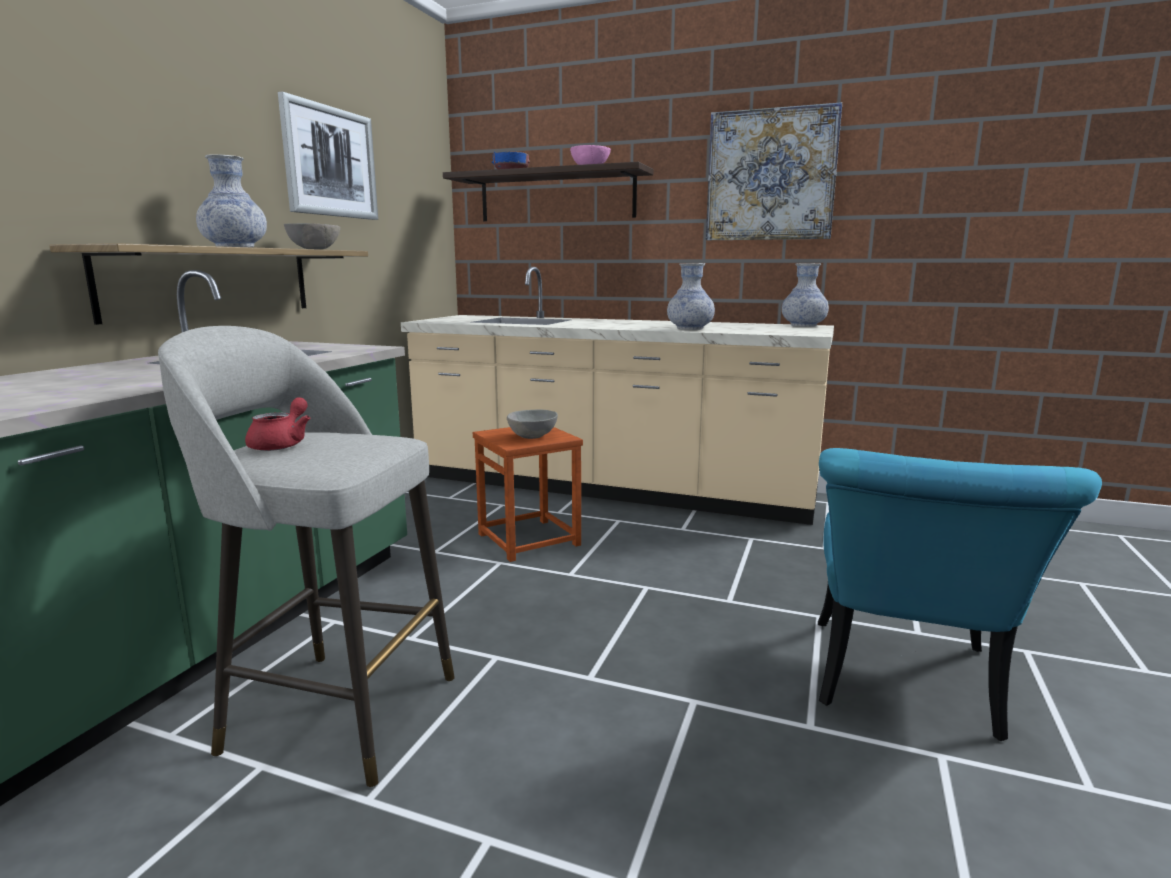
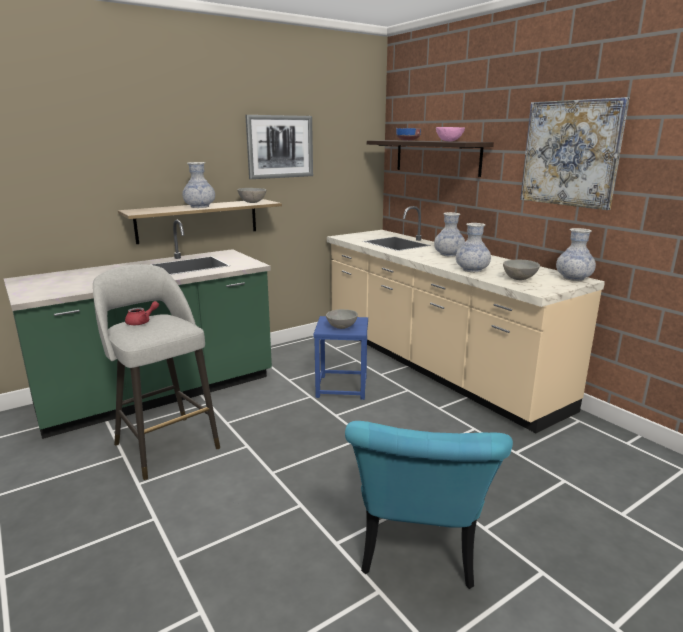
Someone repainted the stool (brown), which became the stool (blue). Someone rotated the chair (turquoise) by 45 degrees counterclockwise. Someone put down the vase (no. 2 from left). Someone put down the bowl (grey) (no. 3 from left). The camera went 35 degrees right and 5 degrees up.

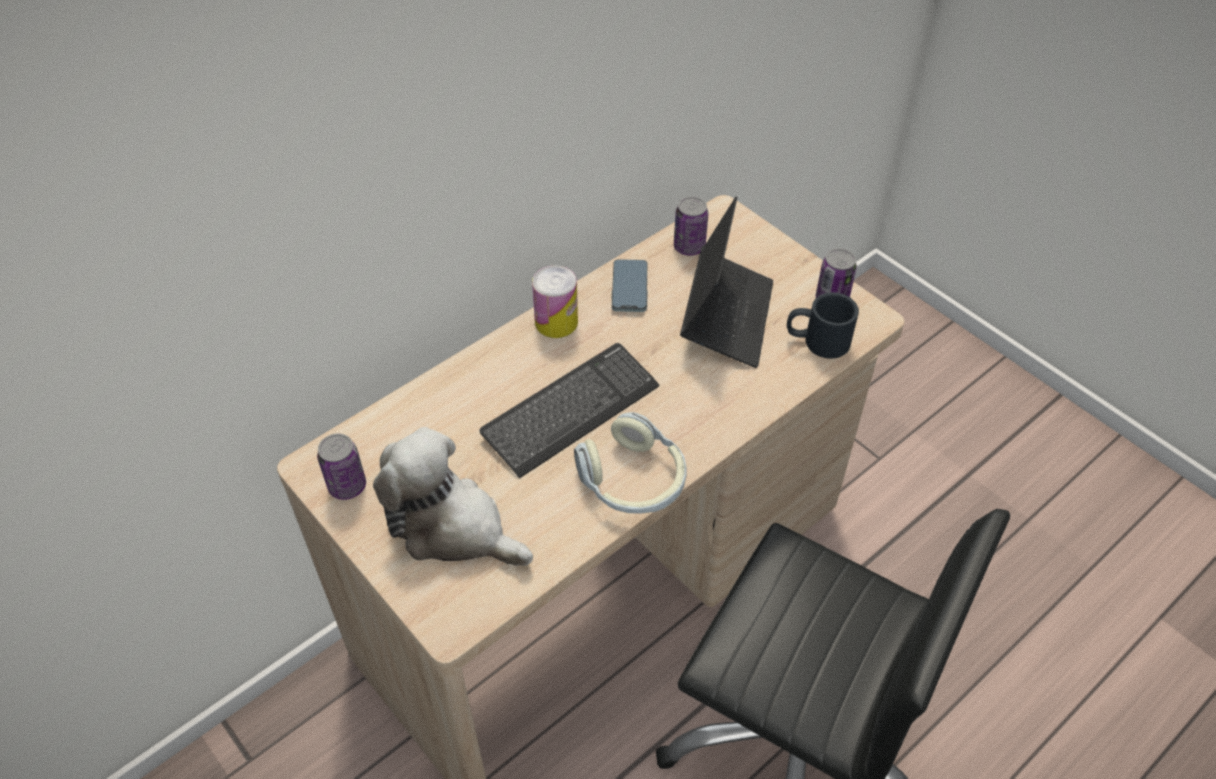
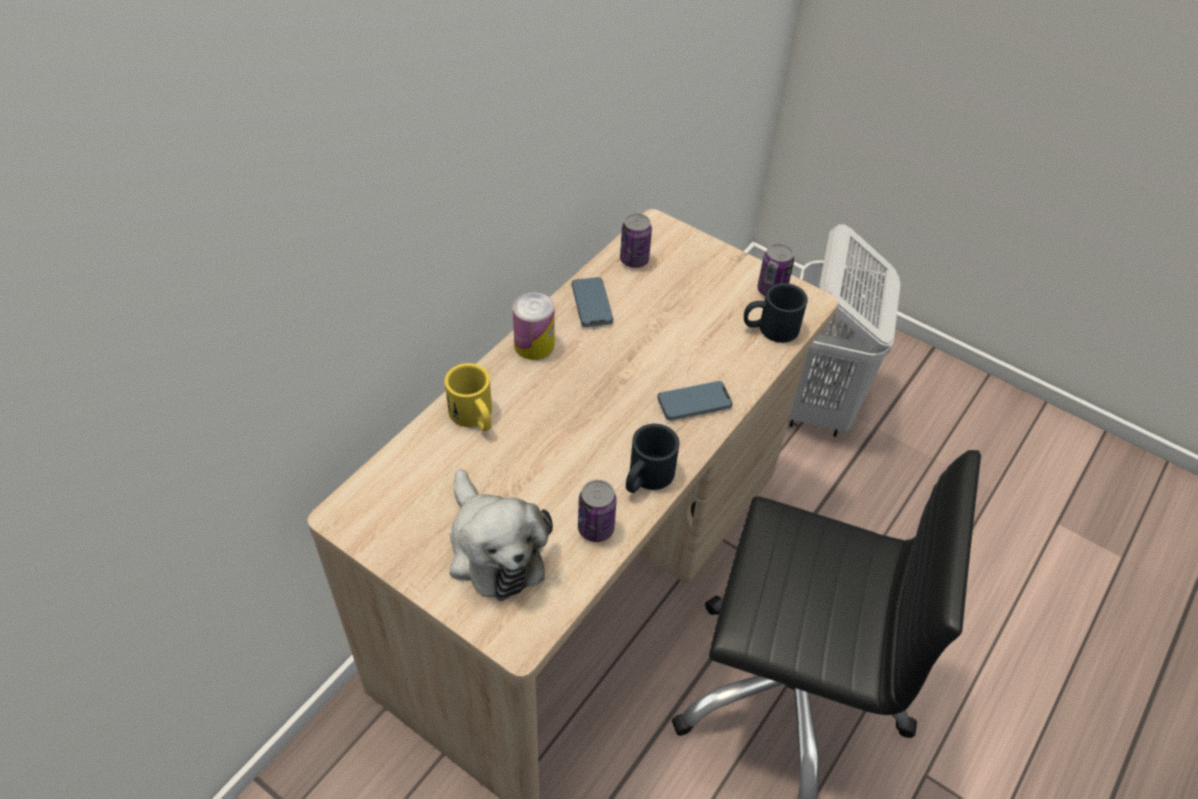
Someone took away the laptop. Someone took away the keyboard. Someone swapped the headphones for the mug (black) (no. 1 from left). Someone rotated the plush toy by 135 degrees counterclockwise. Someone carried the can (no. 1 from left in the first image). Someone put down the laundry basket (white). Someone put down the mug (yellow). Someone put down the phone (no. 2 from left). The camera went 15 degrees left and 0 degrees up.

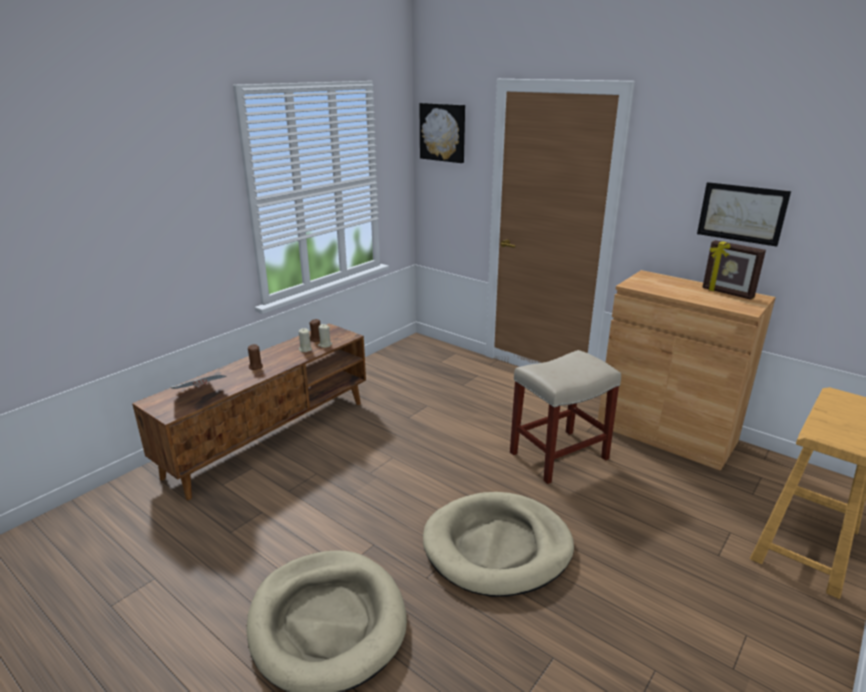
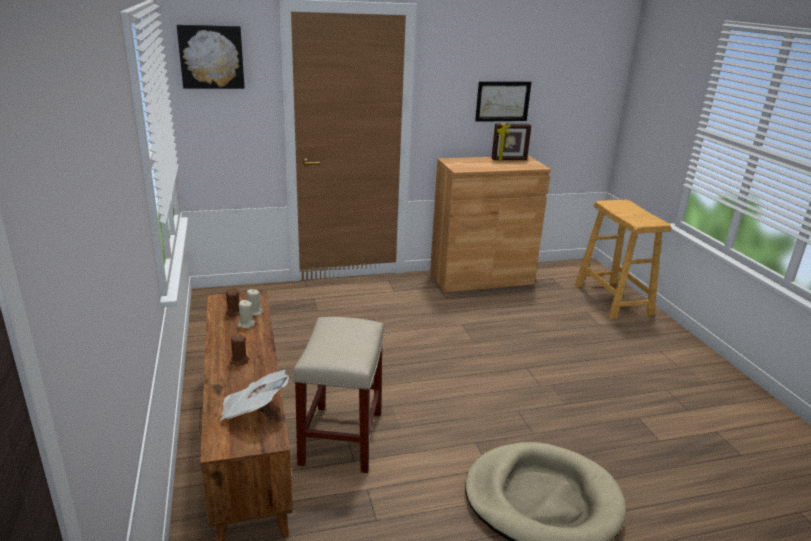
Someone carried the stool (beige) (no. 1 from left). Someone took away the dog bed (beige) (no. 2 from left). The camera went 55 degrees left and 0 degrees up.

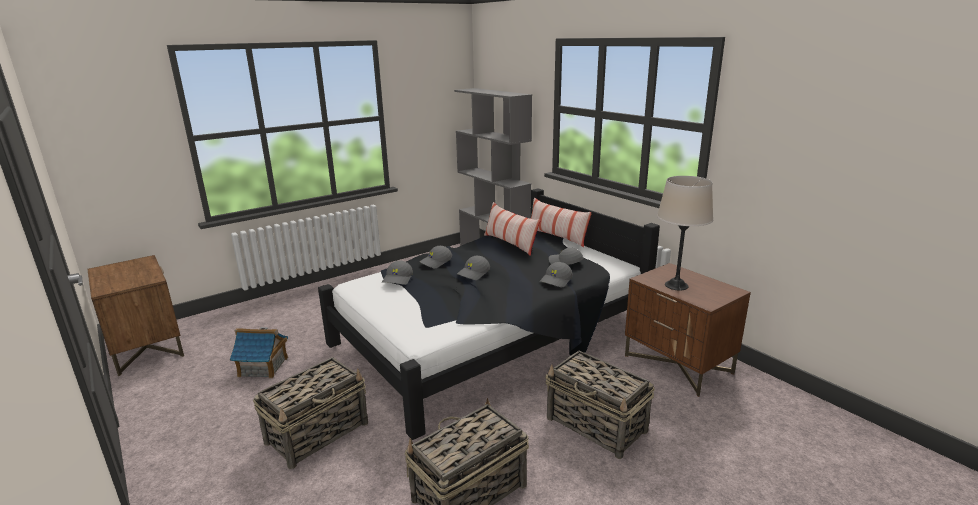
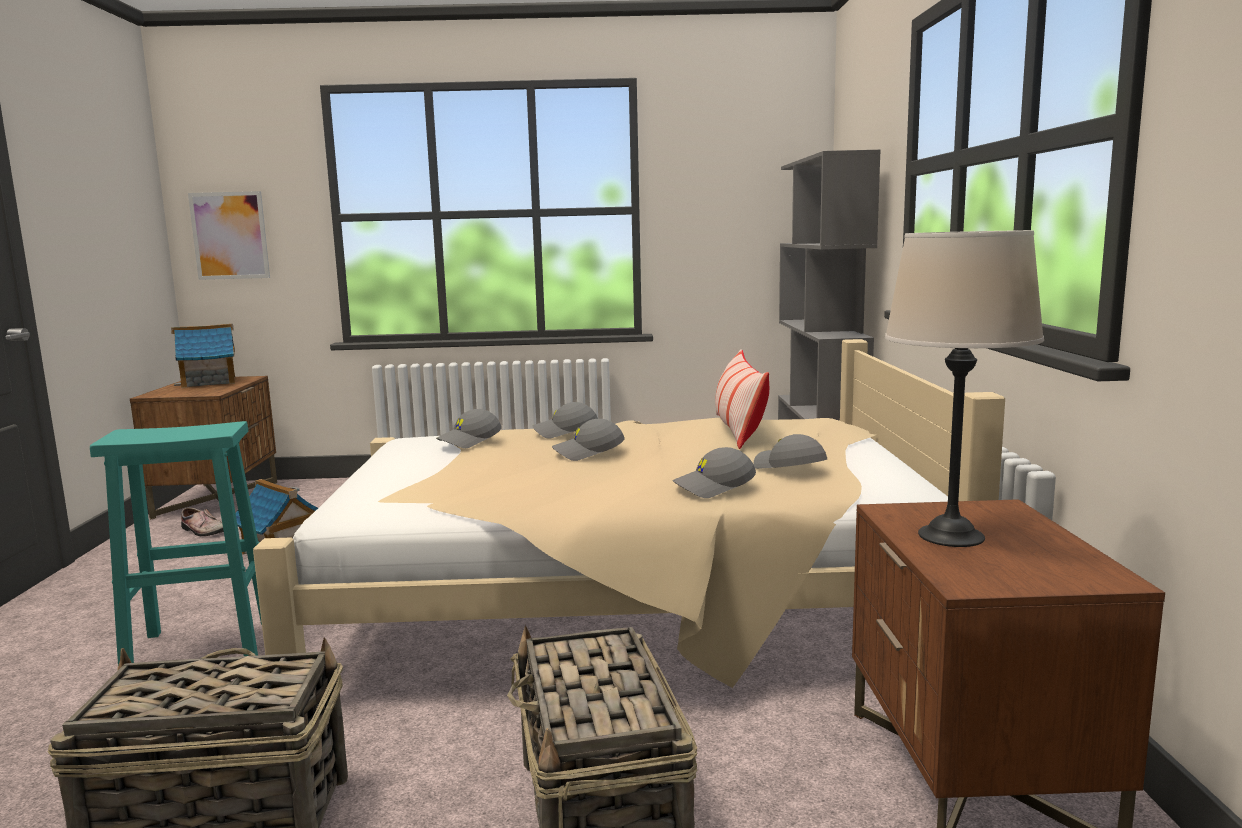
Someone repainted the bed (black), which became the bed (beige). Someone took away the pillow (no. 2 from left). Someone swapped the basket (no. 1 from left) for the stool (turquoise). Someone put up the picture. Someone put down the toy house (no. 1 from left). Someone put down the shoe. The camera went 35 degrees right and 10 degrees down.

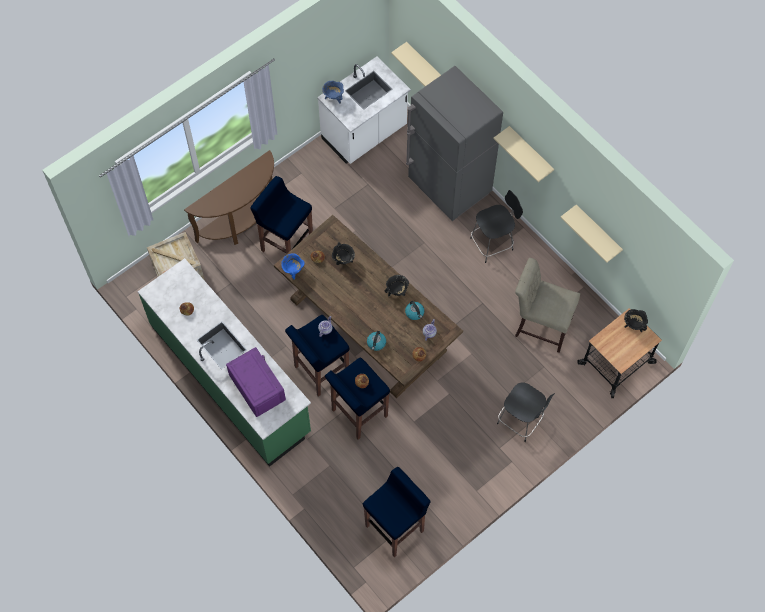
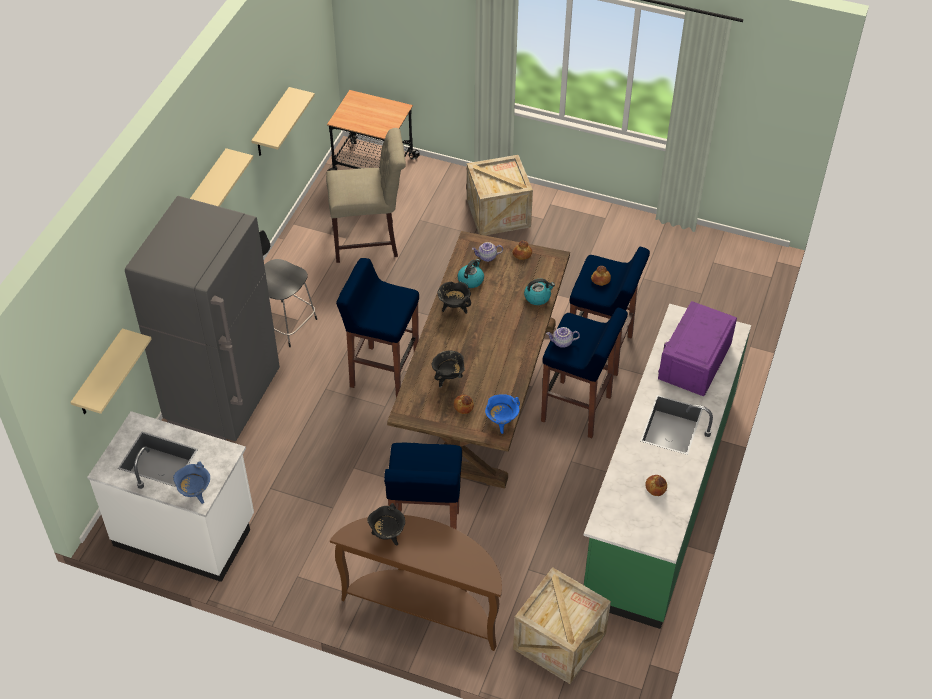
Someone rotated the chair (beige) by 90 degrees counterclockwise. Someone carried the cooking pot (black) (no. 3 from left in the first image). Someone swapped the chair (black) (no. 2 from left) for the crate (no. 1 from left). Someone carried the stool (blue) (no. 4 from left in the first image). The camera went 120 degrees left and 15 degrees down.

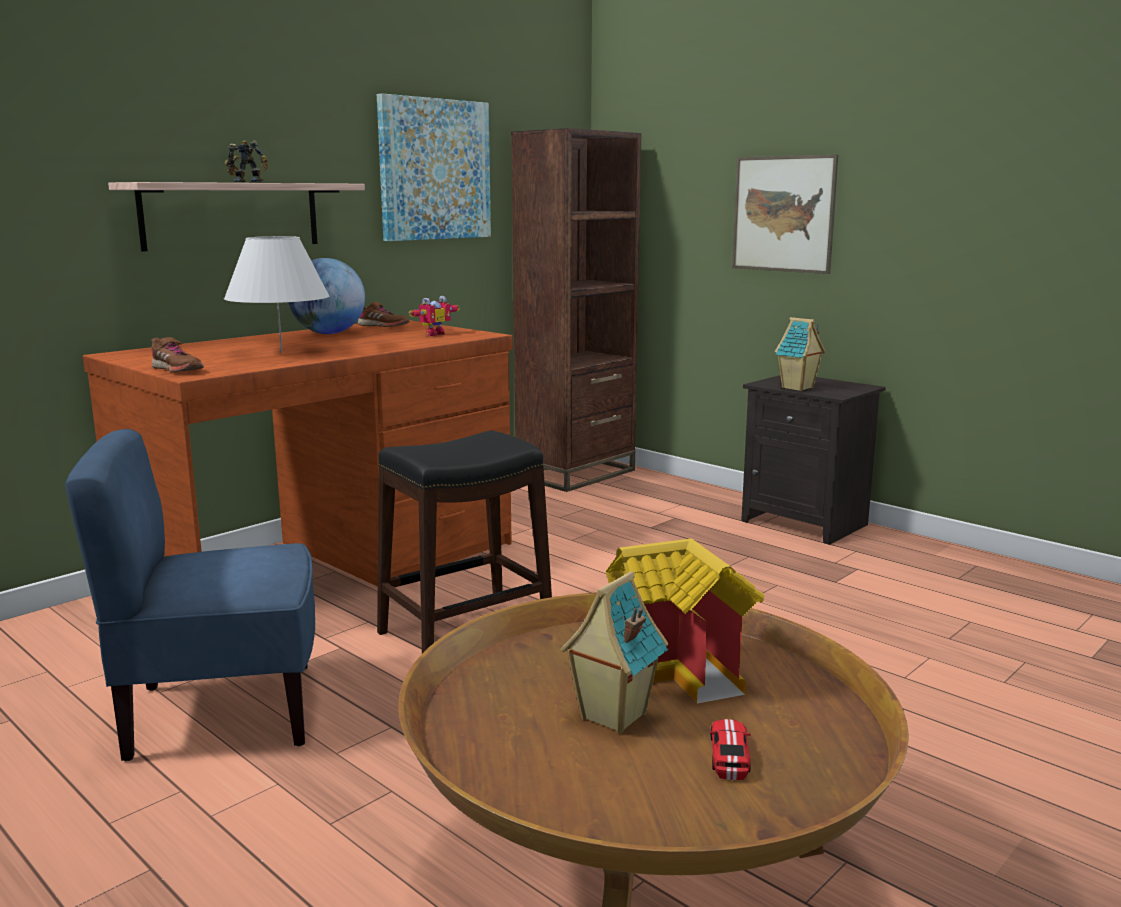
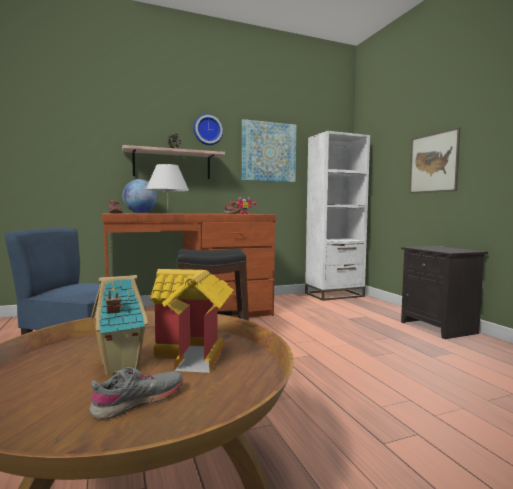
Someone repainted the bookcase (brown), which became the bookcase (white). Someone carried the globe. Someone took away the toy house (no. 3 from left). Someone swapped the toy car for the shoe (grey). Someone put up the wall clock. The camera went 25 degrees right and 10 degrees down.

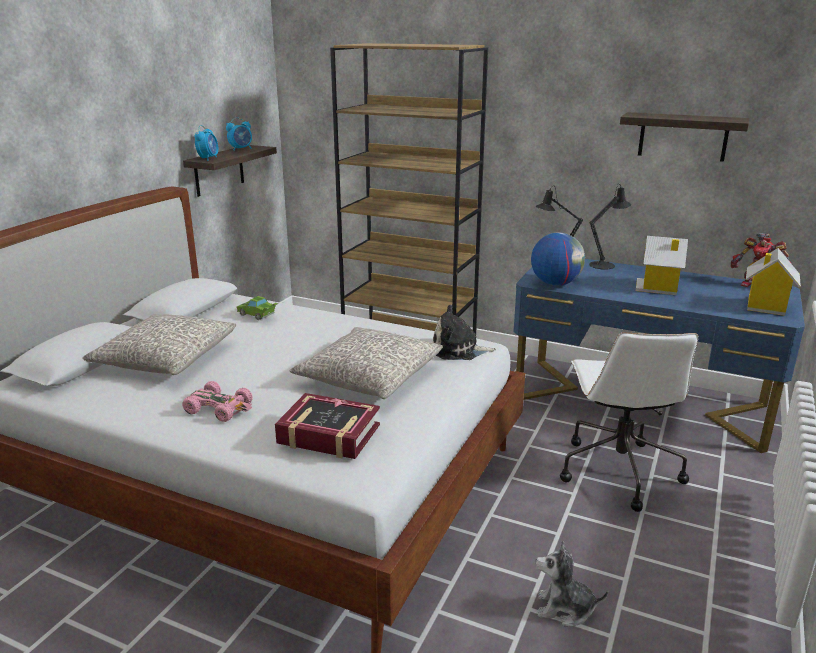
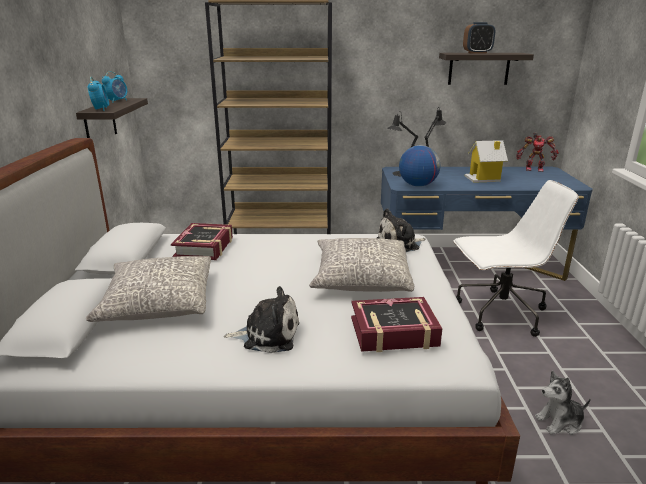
Someone took away the toy house (no. 2 from left). Someone swapped the toy car (green) for the book (no. 1 from left). Someone rotated the office chair (white) by 75 degrees counterclockwise. Someone swapped the toy car (pink) for the plush toy (no. 1 from left). Someone put down the alarm clock (no. 3 from left). The camera went 25 degrees left and 0 degrees up.

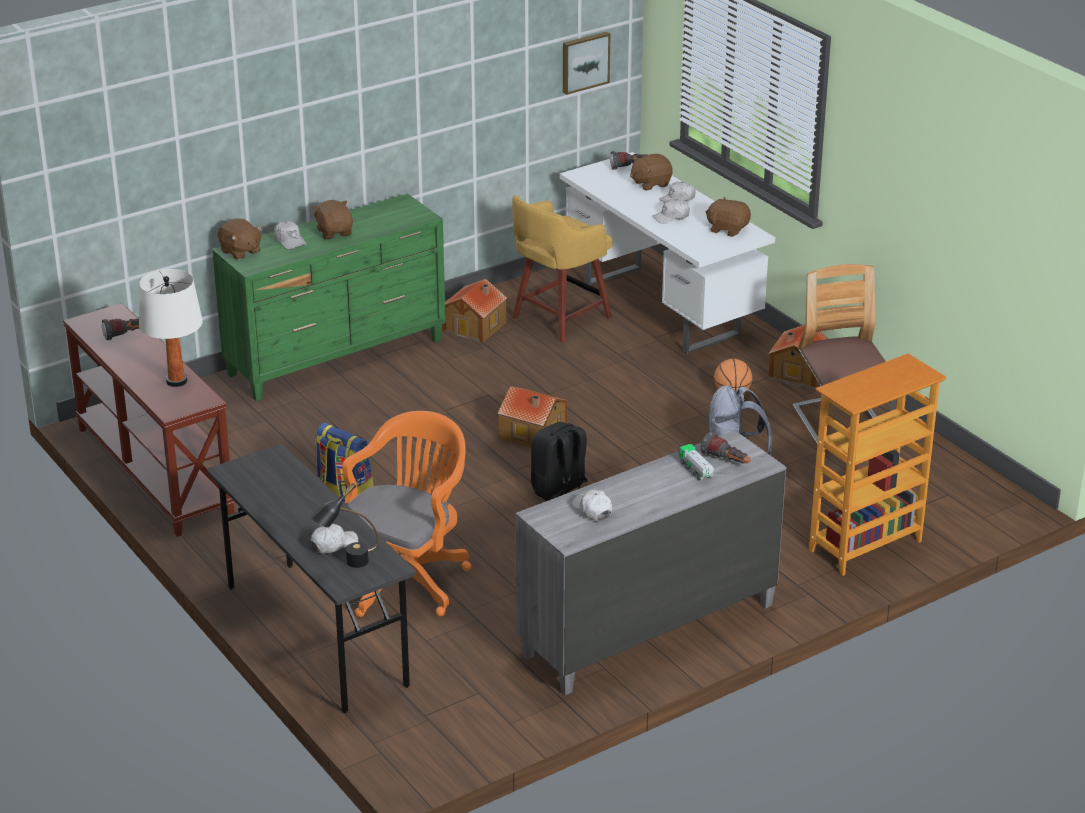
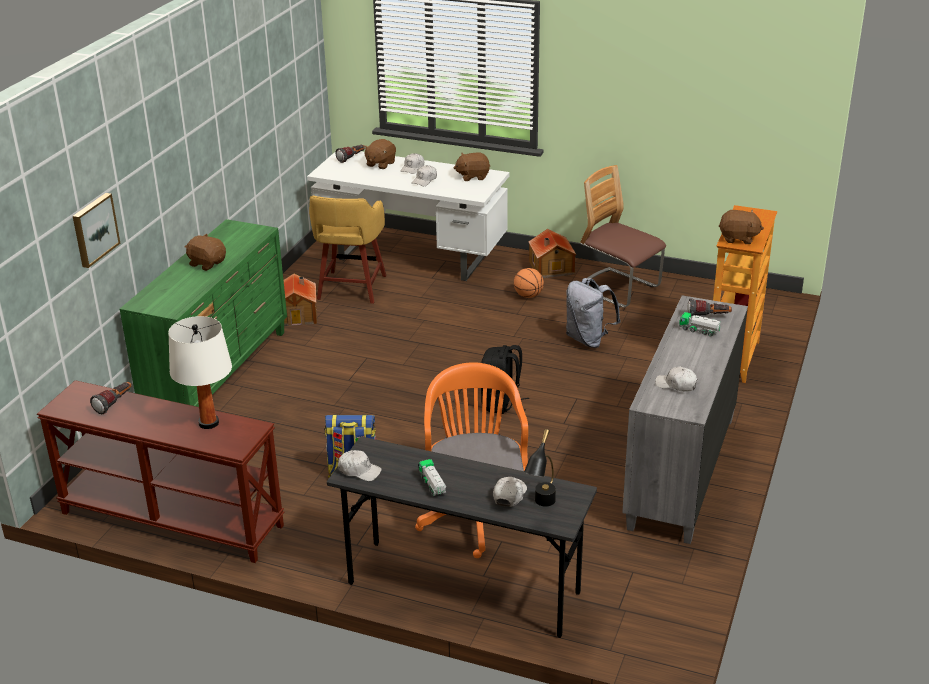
Someone carried the picture. Someone carried the plush toy (brown) (no. 1 from left in the first image). Someone carried the cap (white) (no. 1 from left). Someone took away the toy house (no. 2 from left). Someone put down the toy truck (no. 1 from left). The camera went 35 degrees left and 0 degrees up.

